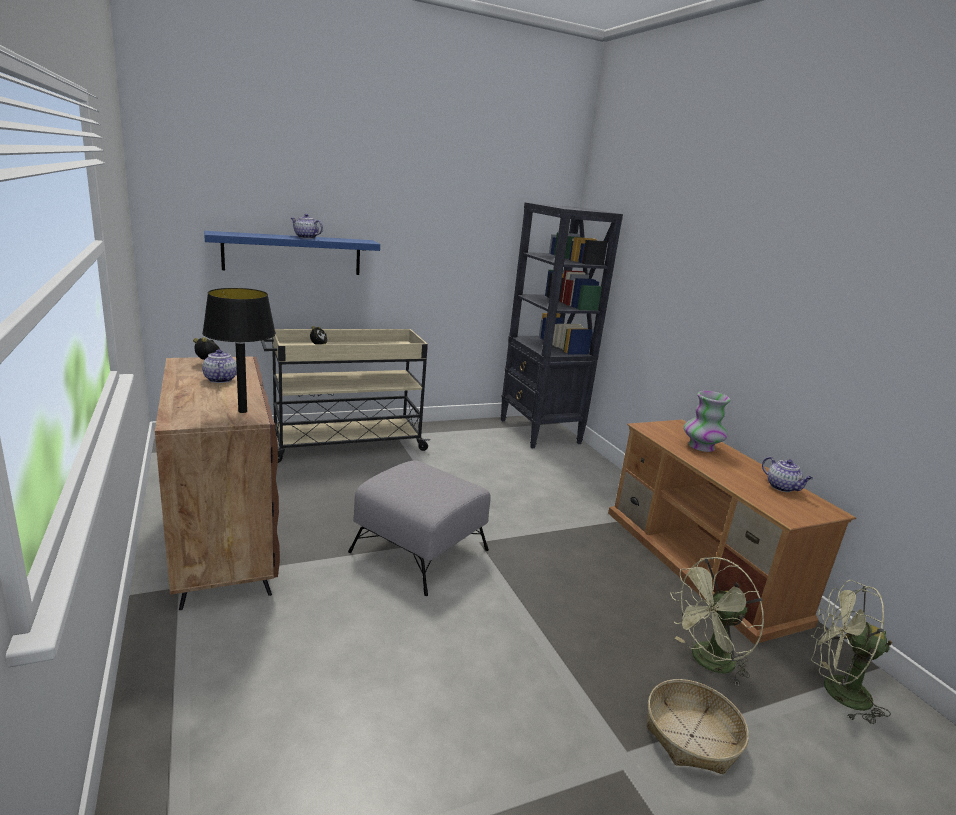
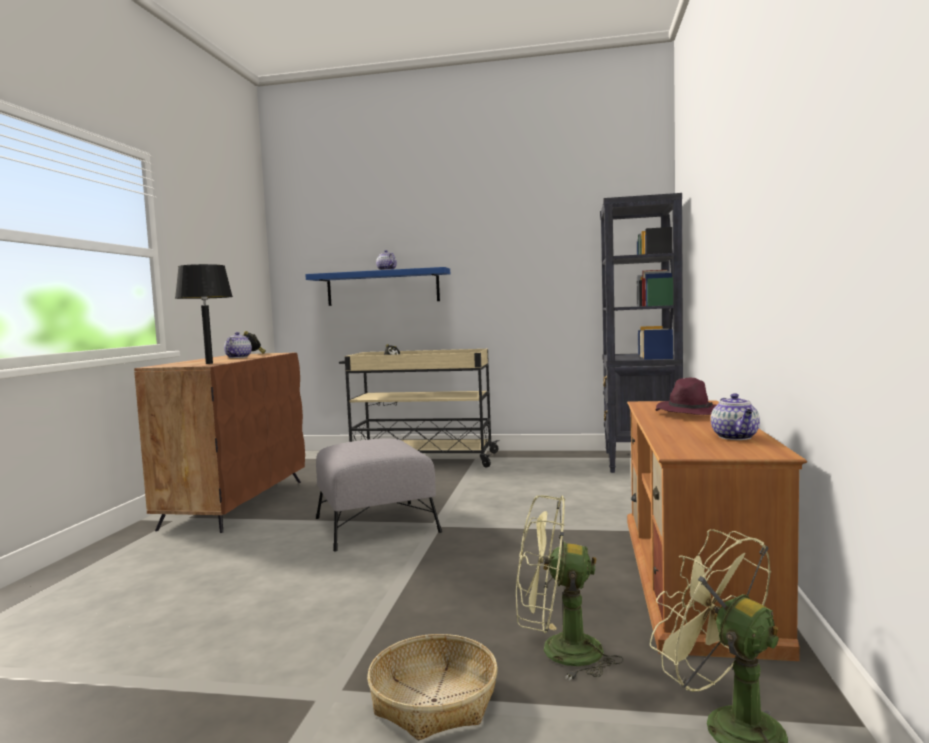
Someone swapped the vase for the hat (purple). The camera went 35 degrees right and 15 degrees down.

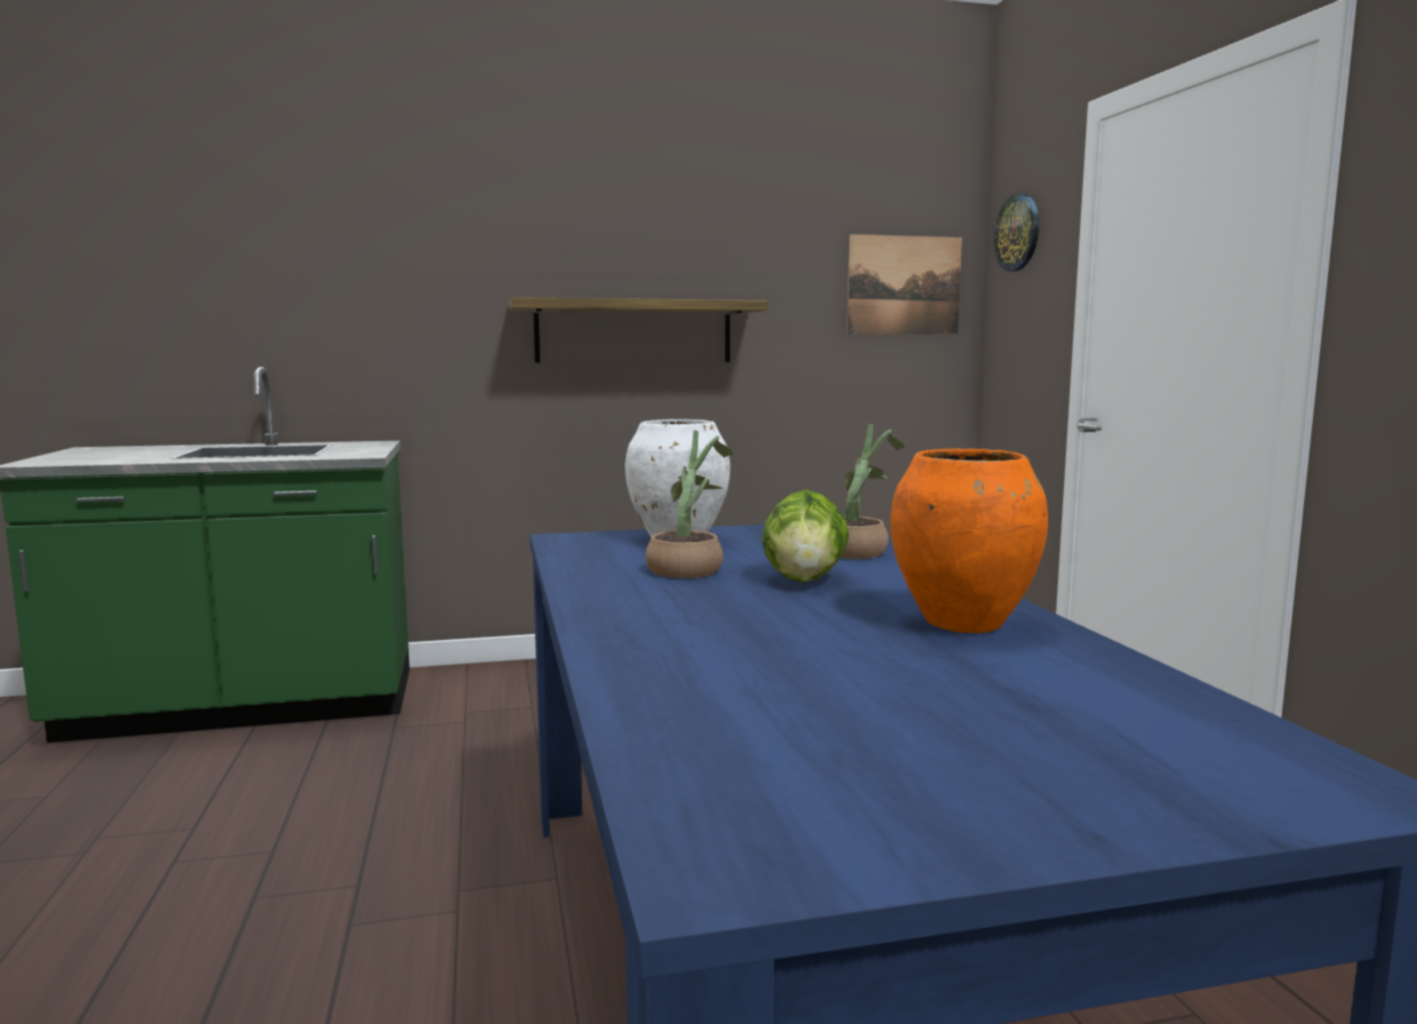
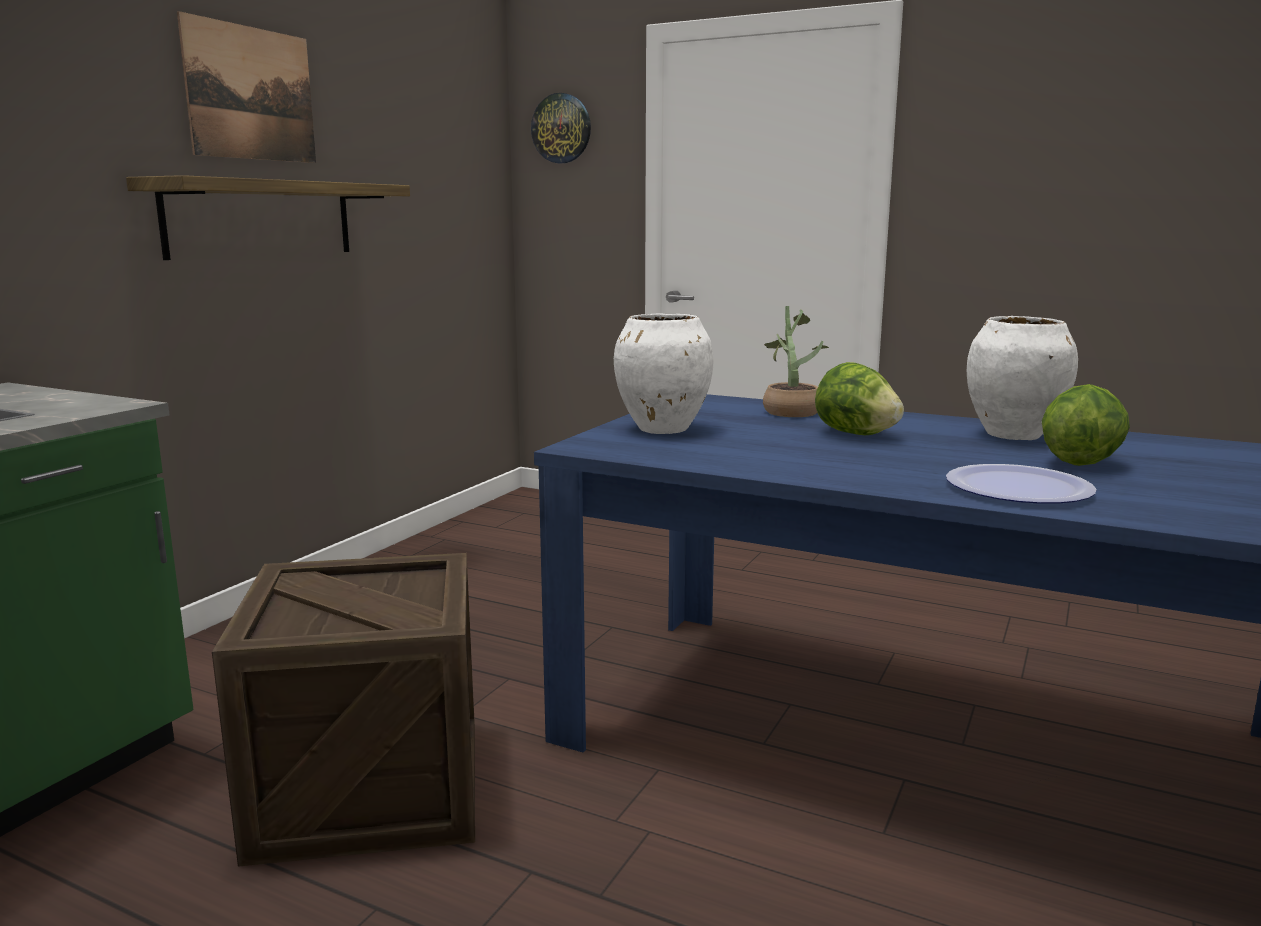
Someone carried the picture. Someone took away the potted plant (no. 1 from left). Someone repainted the vase (orange), which became the vase (white) (no. 2 from left). Someone put down the lettuce (no. 2 from left). Someone put down the plate. Someone put down the crate. The camera went 50 degrees left and 5 degrees up.

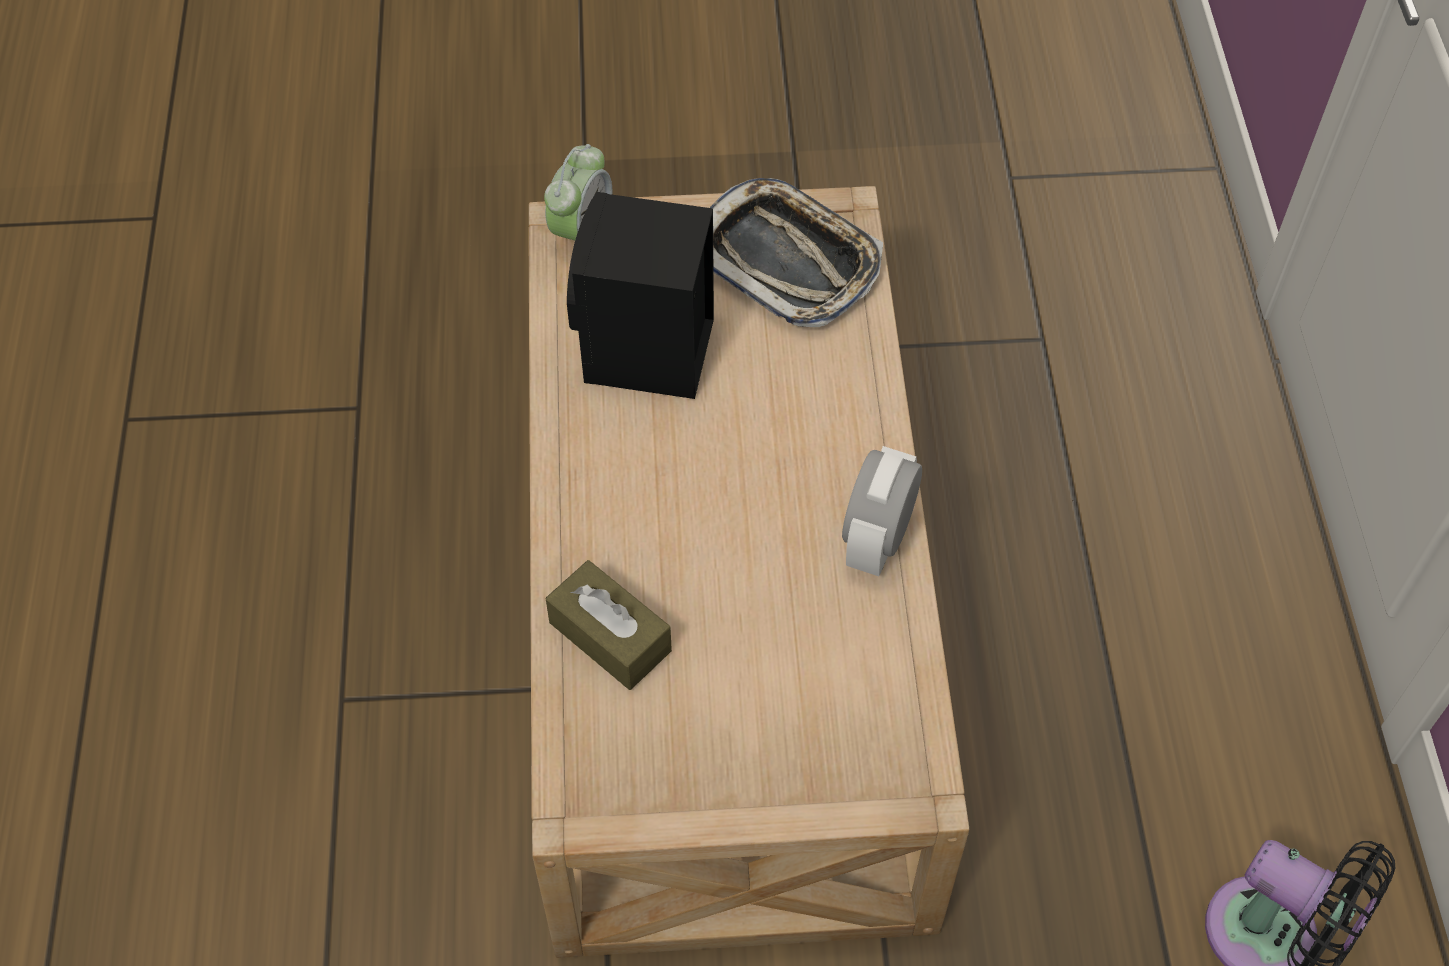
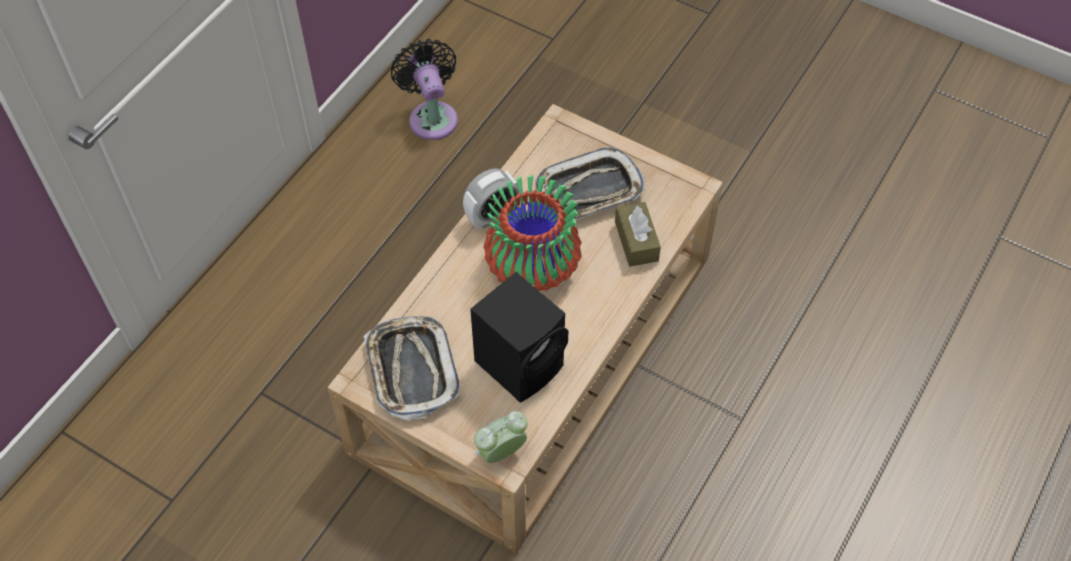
Someone put down the tray (no. 2 from left). Someone put down the vase. The camera went 145 degrees left and 0 degrees up.

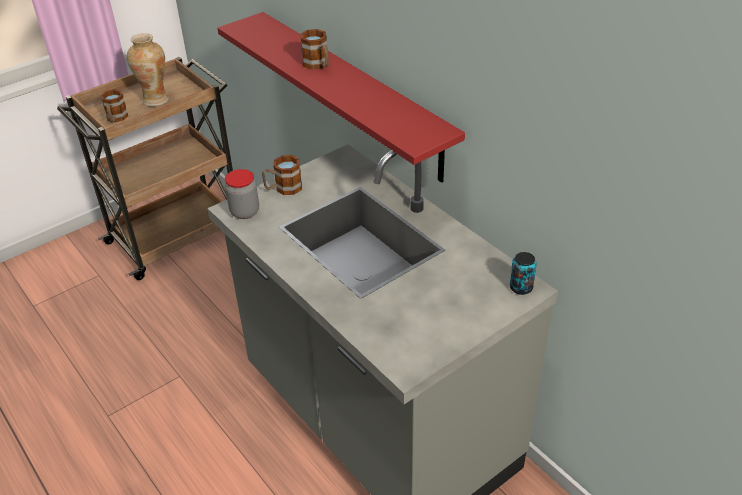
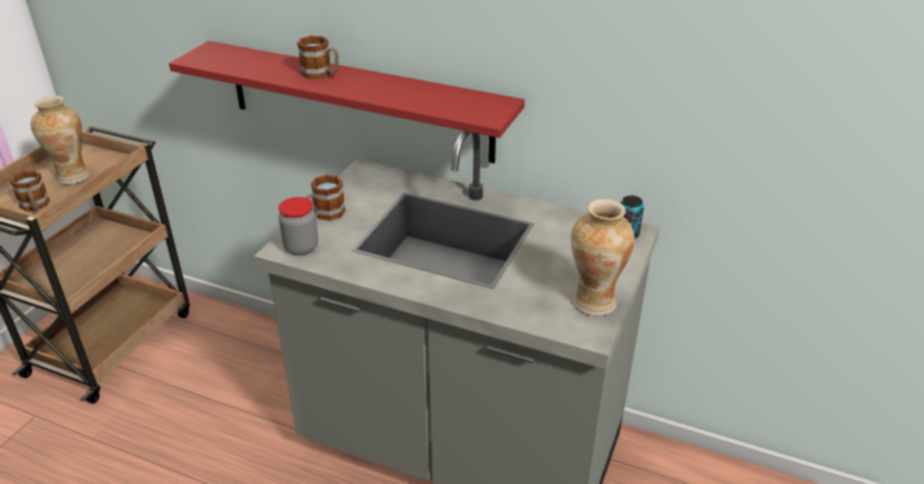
Someone put down the vase (no. 2 from left). The camera went 30 degrees left and 5 degrees down.

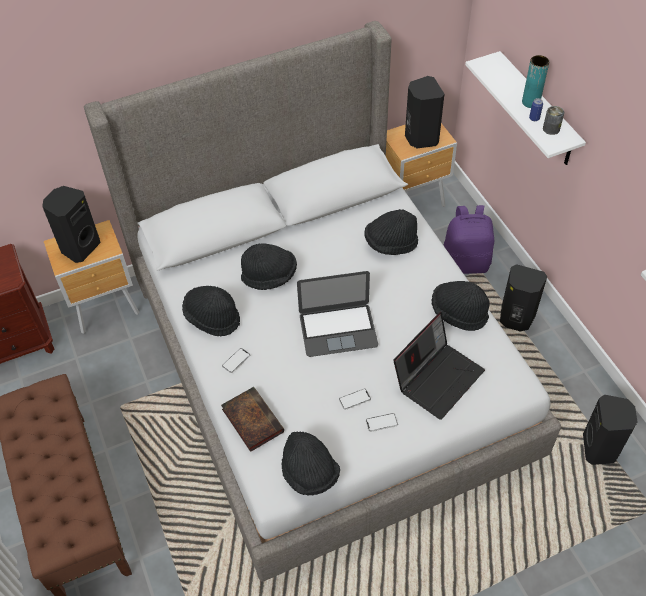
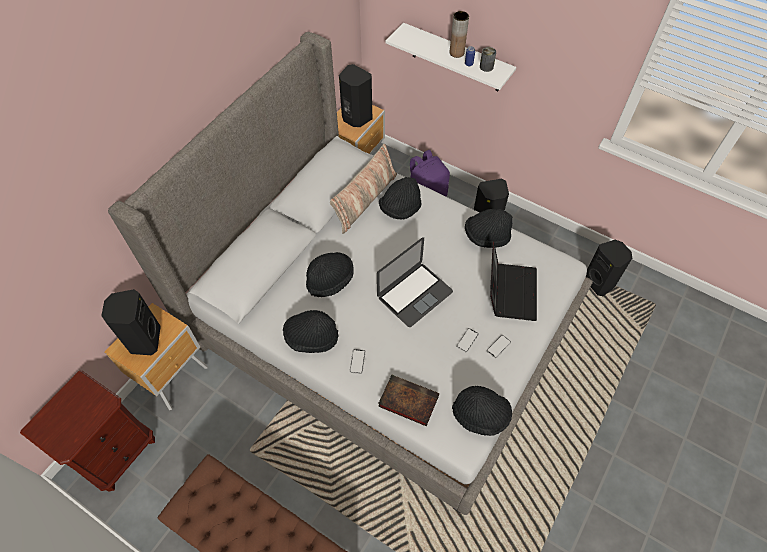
Someone repainted the vase (turquoise), which became the vase (brown). Someone put down the pillow. The camera went 35 degrees left and 5 degrees up.

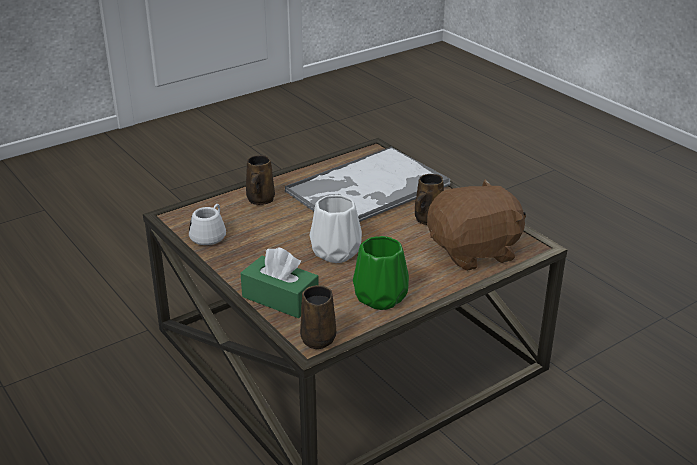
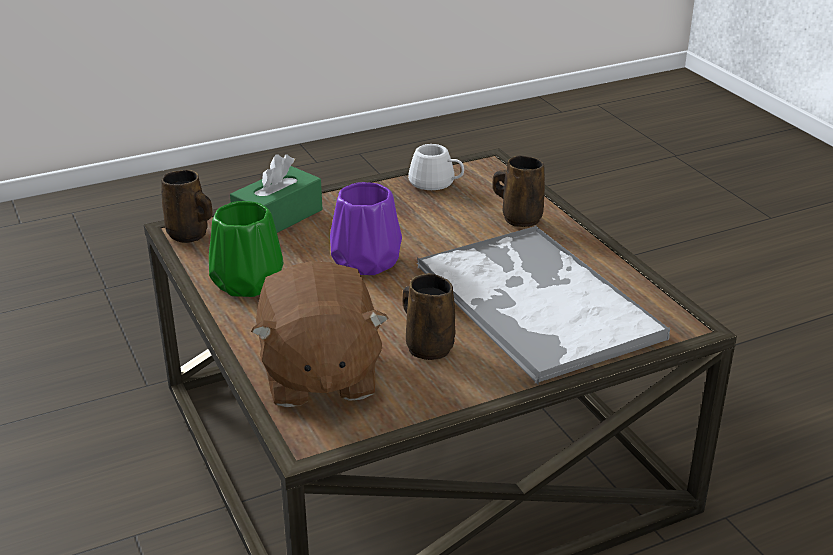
Someone repainted the vase (white), which became the vase (purple). The camera went 100 degrees right and 0 degrees up.

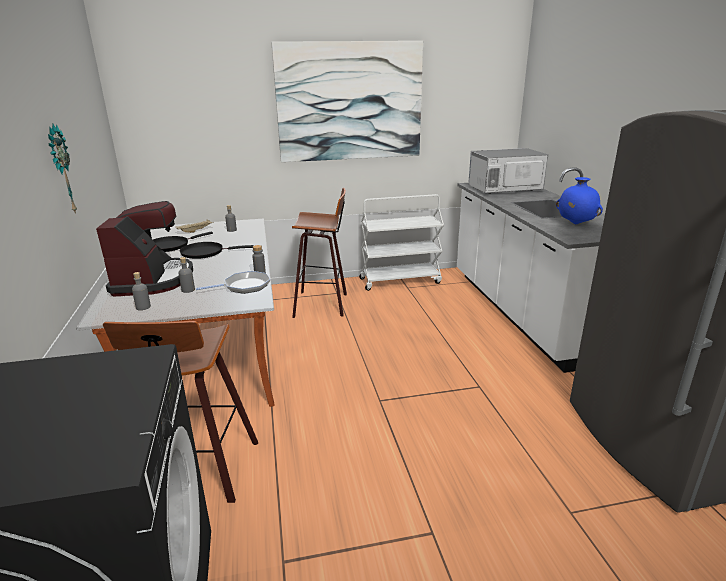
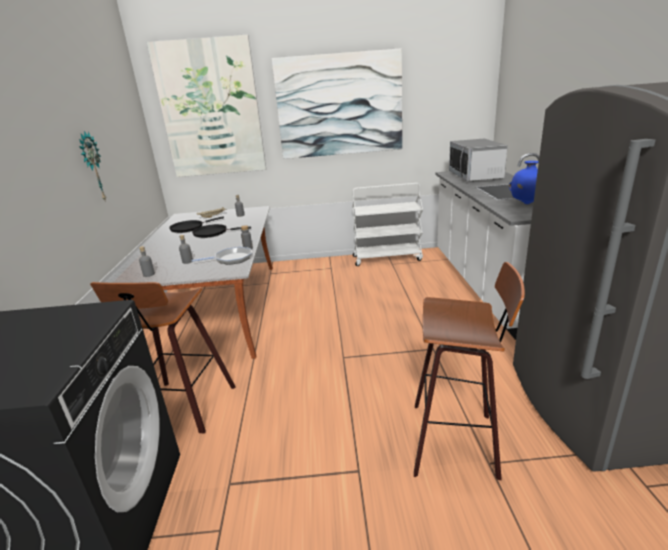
Someone rotated the microwave by 90 degrees counterclockwise. Someone carried the stool (no. 2 from left). Someone took away the coffee machine. Someone put up the picture (no. 1 from left). The camera went 10 degrees right and 0 degrees up.

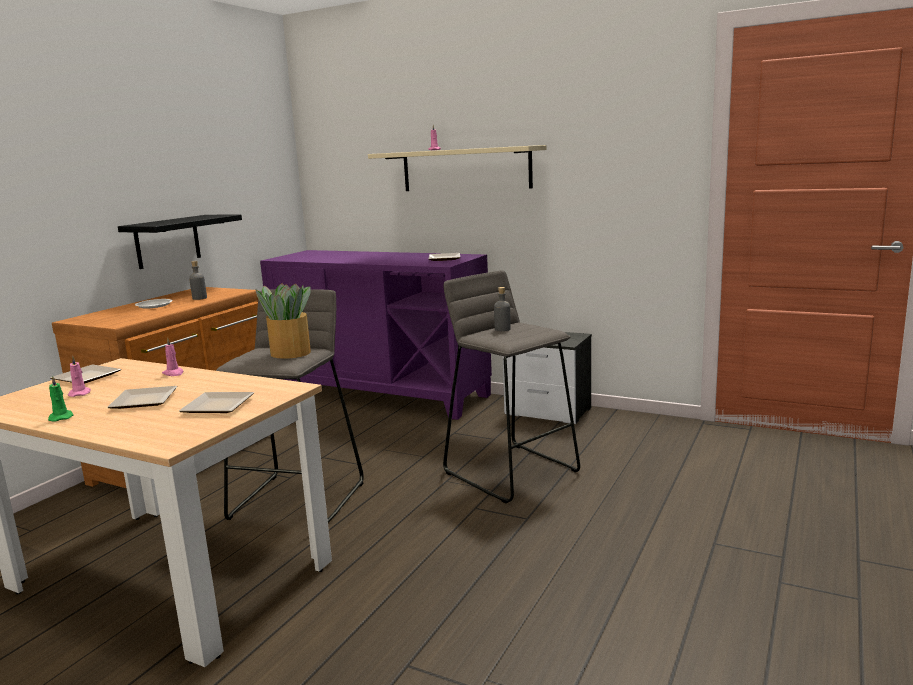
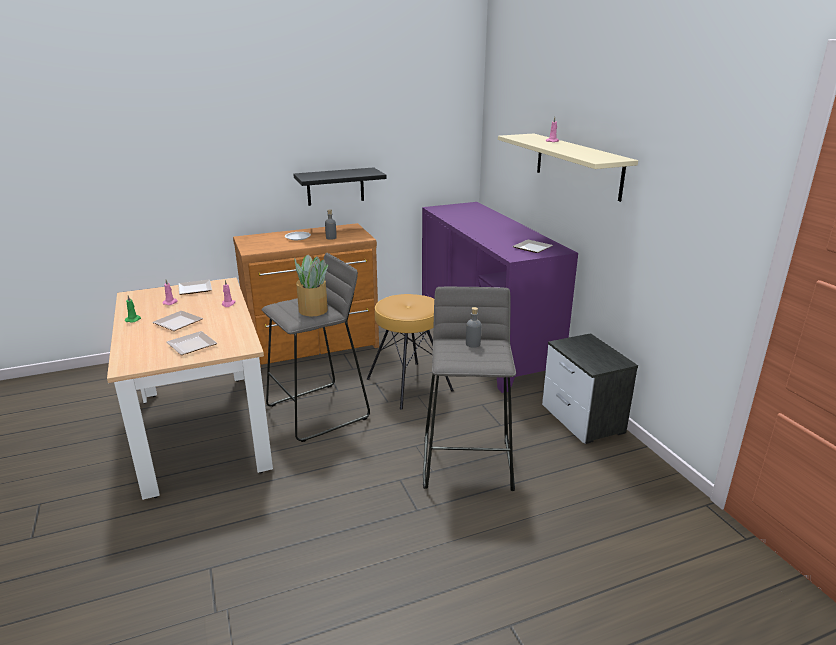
Someone put down the stool (brown). The camera went 40 degrees right and 10 degrees up.

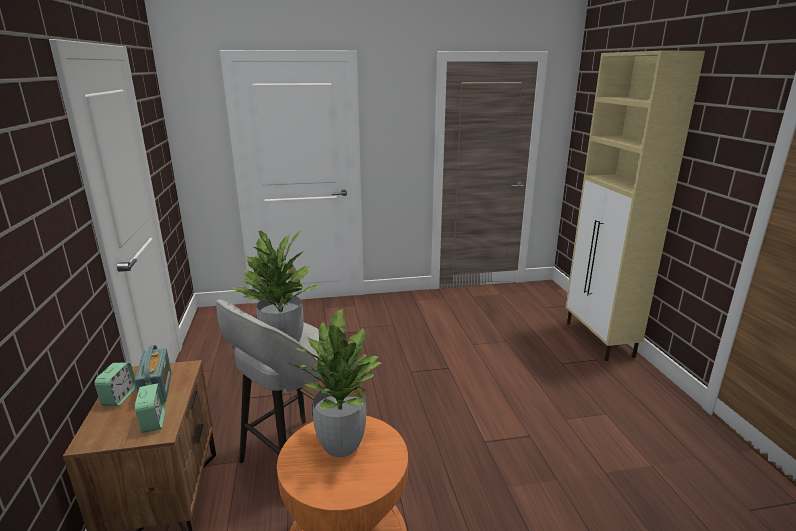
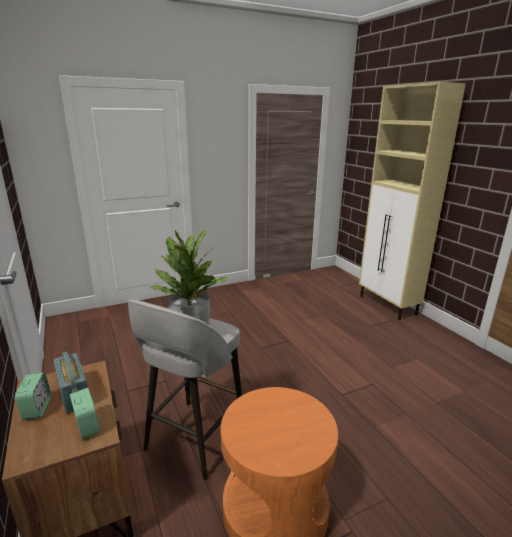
Someone took away the potted plant (no. 2 from left). The camera went 15 degrees left and 0 degrees up.

